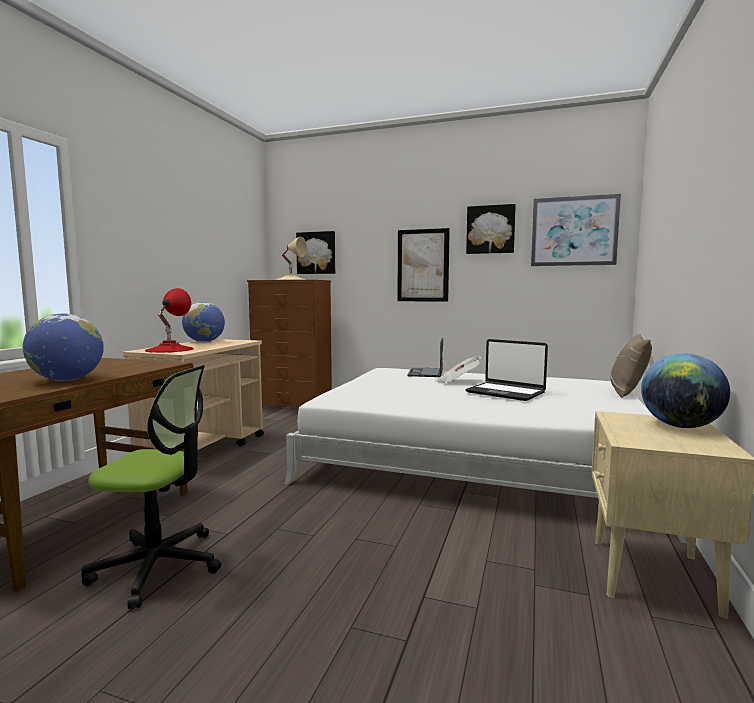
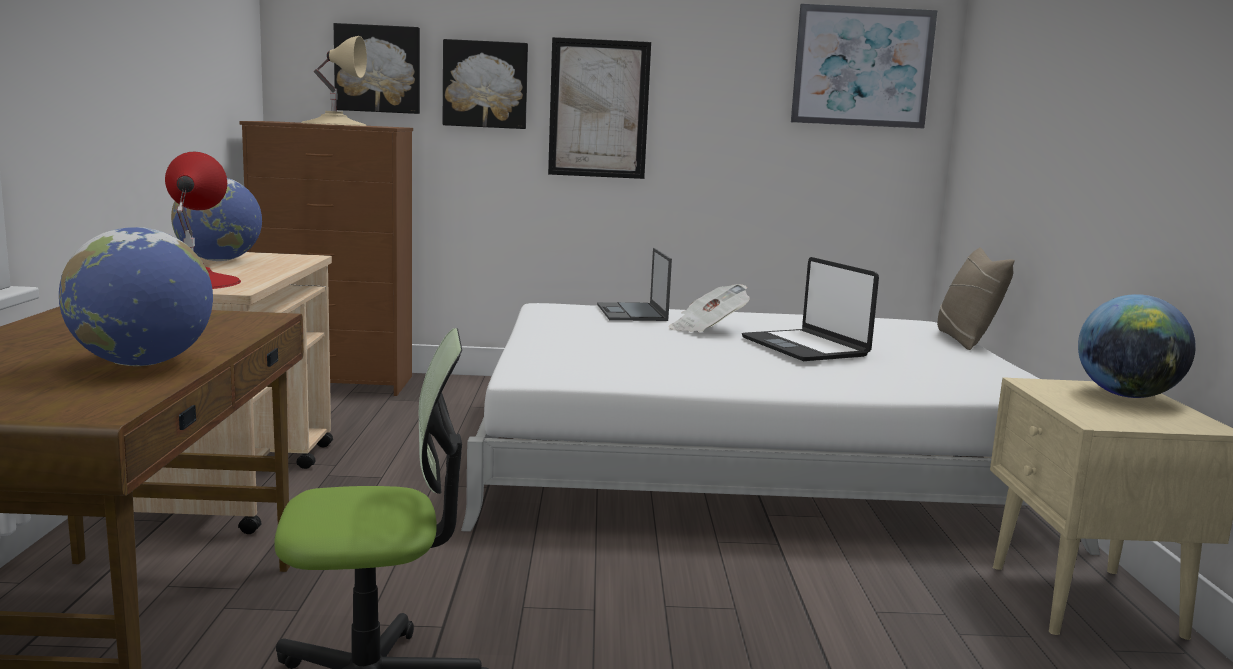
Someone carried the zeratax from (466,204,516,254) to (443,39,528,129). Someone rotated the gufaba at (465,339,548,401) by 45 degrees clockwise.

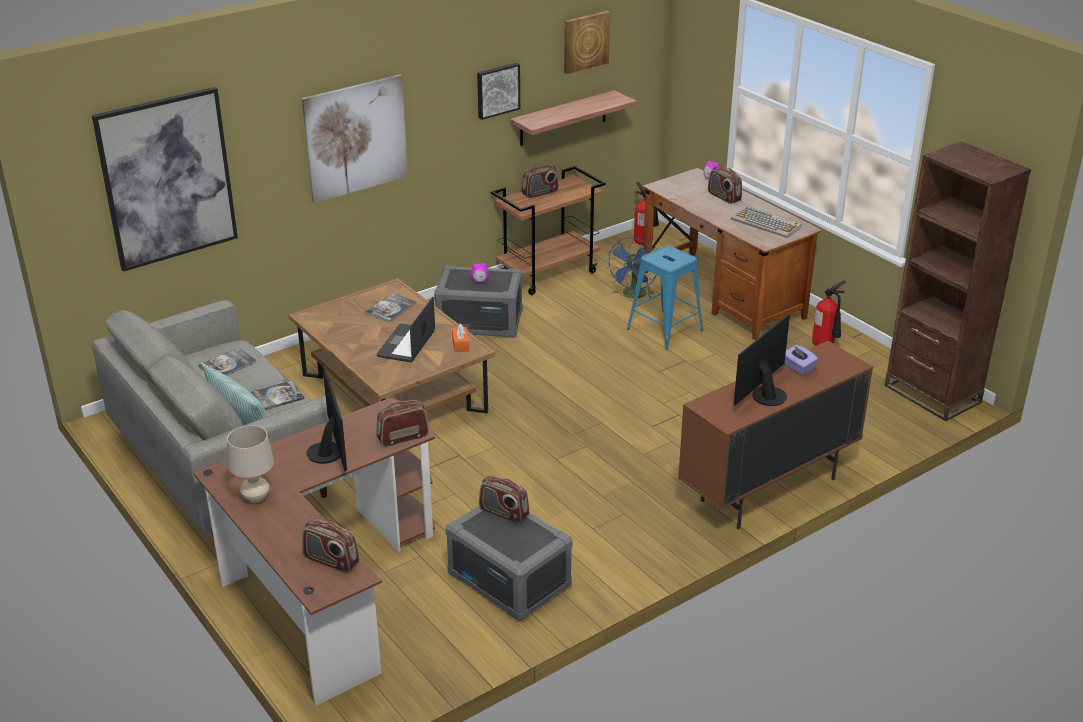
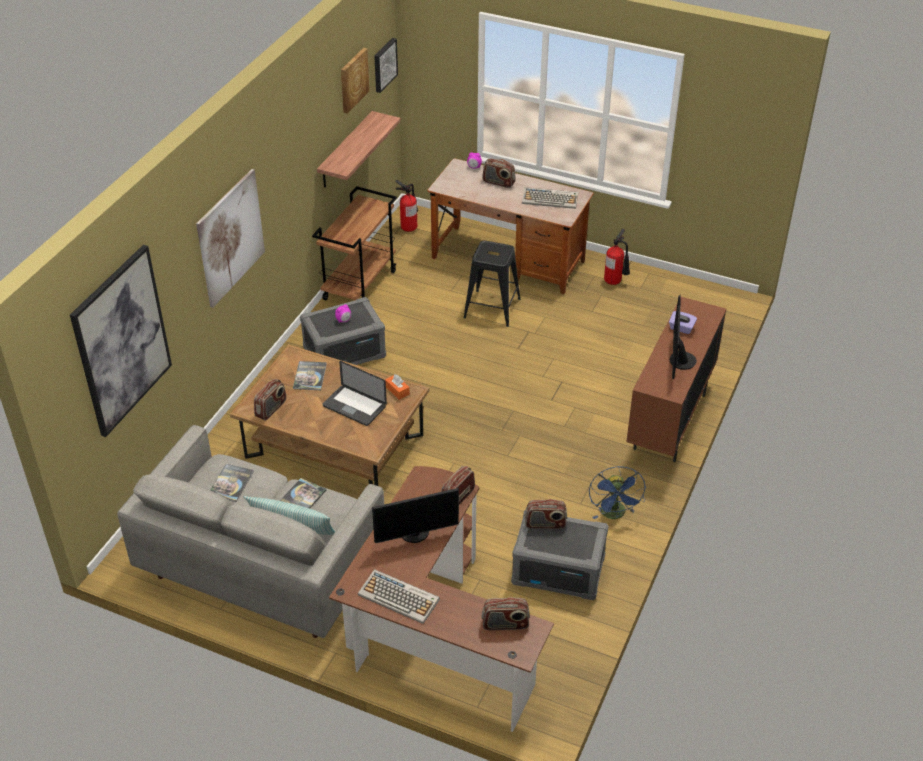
Someone took away the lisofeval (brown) at (884,142,1031,421). Someone carried the zeratax from (477,63,520,120) to (374,38,398,93). Someone carried the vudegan from (521,163,559,198) to (254,379,286,420). Someone carried the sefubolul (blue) from (607,237,657,298) to (589,466,646,519). Someone swapped the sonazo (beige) at (227,425,274,503) for the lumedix at (358,569,440,624). Someone repainted the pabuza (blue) at (627,245,703,350), which became the pabuza (black) at (463,241,520,327). Someone rotated the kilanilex at (306,365,347,471) by 120 degrees clockwise. Someone rotated the gufaba at (377,297,435,362) by 45 degrees counterclockwise.

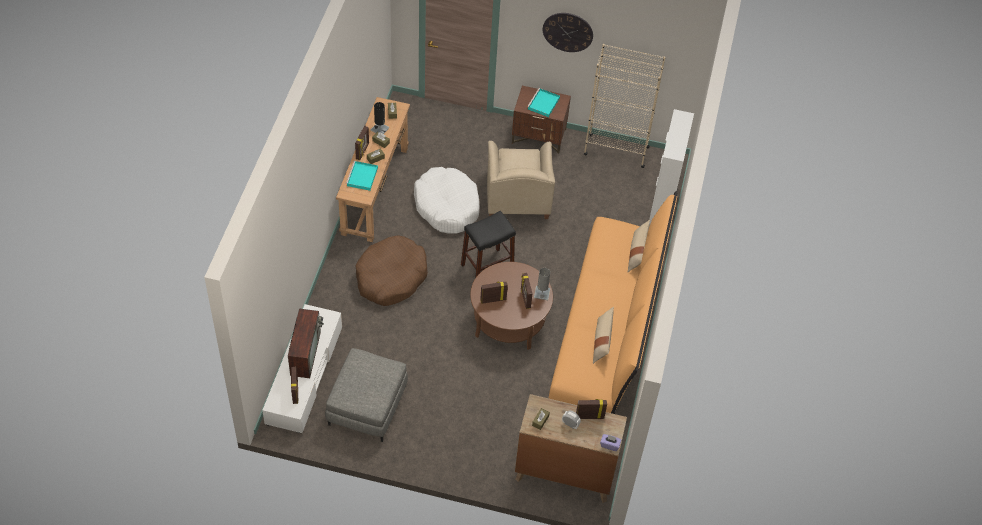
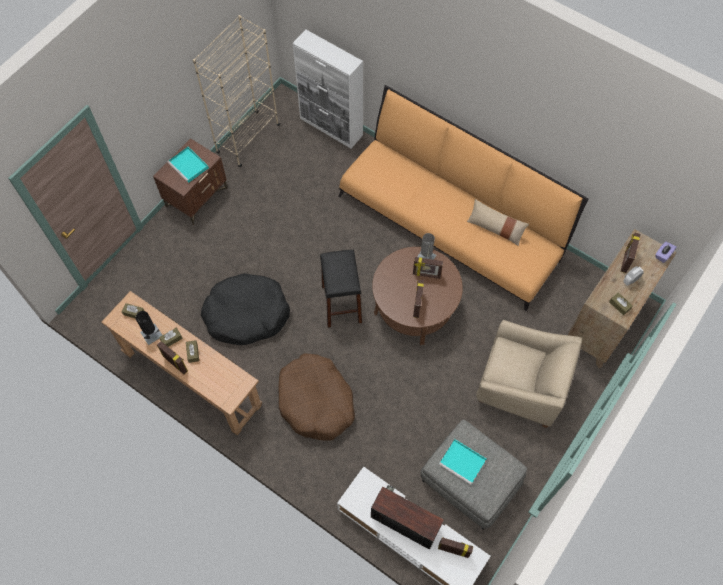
Someone took away the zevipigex at (543,13,593,52). Someone took away the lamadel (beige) at (628,220,650,272). Someone carried the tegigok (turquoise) from (346,161,378,191) to (439,439,487,485). Someone carried the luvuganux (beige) from (487,141,555,219) to (476,320,582,428). Someone repainted the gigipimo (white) at (414,167,480,234), which became the gigipimo (black) at (201,273,290,345).

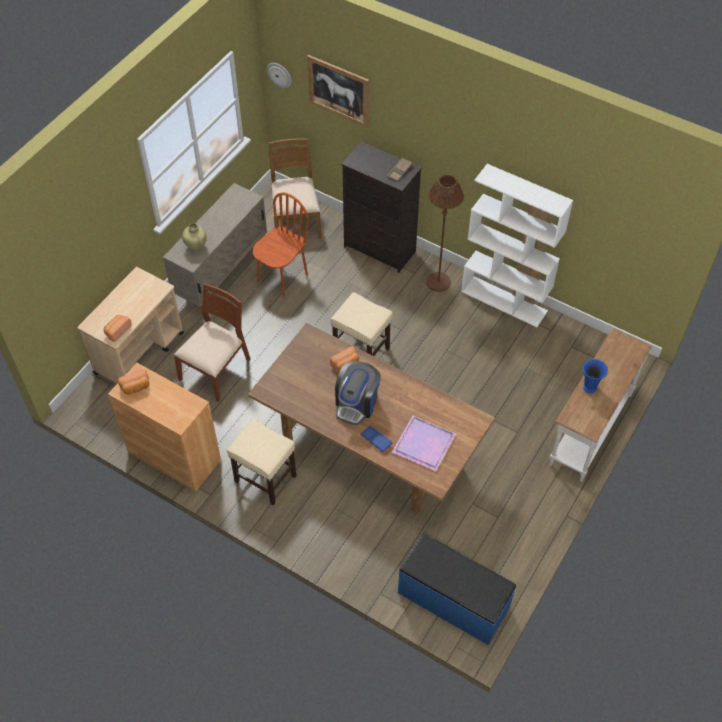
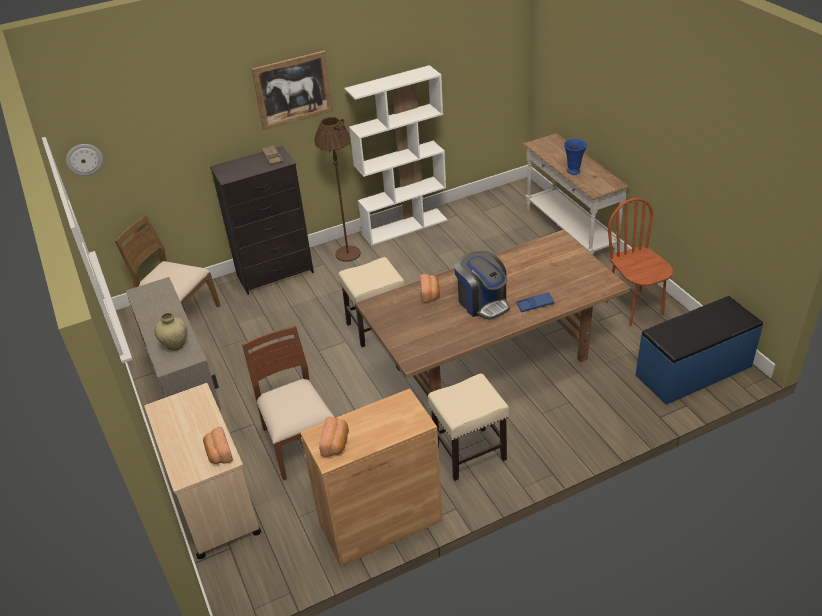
Someone took away the tegigok (purple) at (392,416,456,471). Someone carried the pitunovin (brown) from (253,192,309,297) to (605,198,673,326). Someone carried the zeratax from (307,55,369,128) to (252,51,333,130).

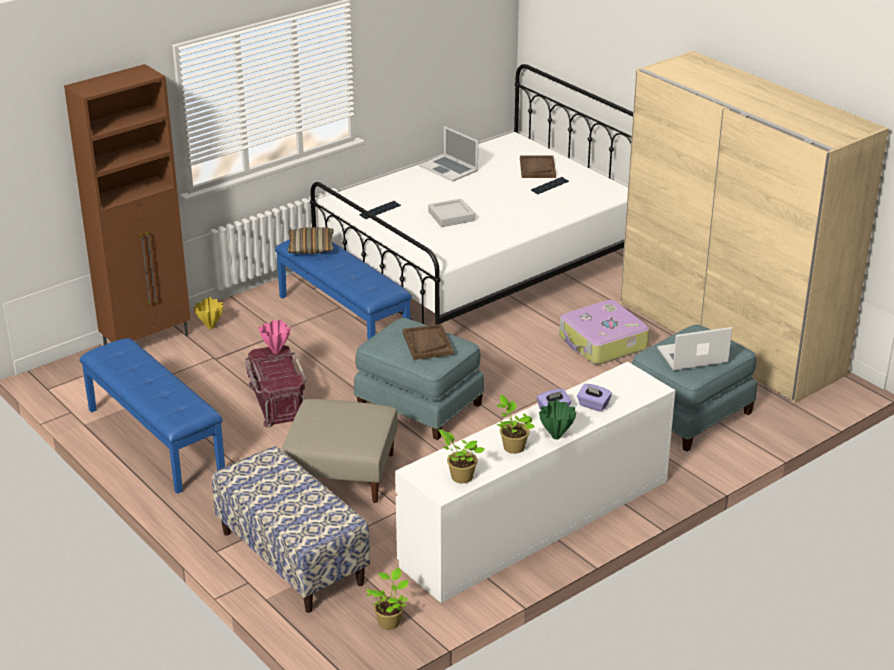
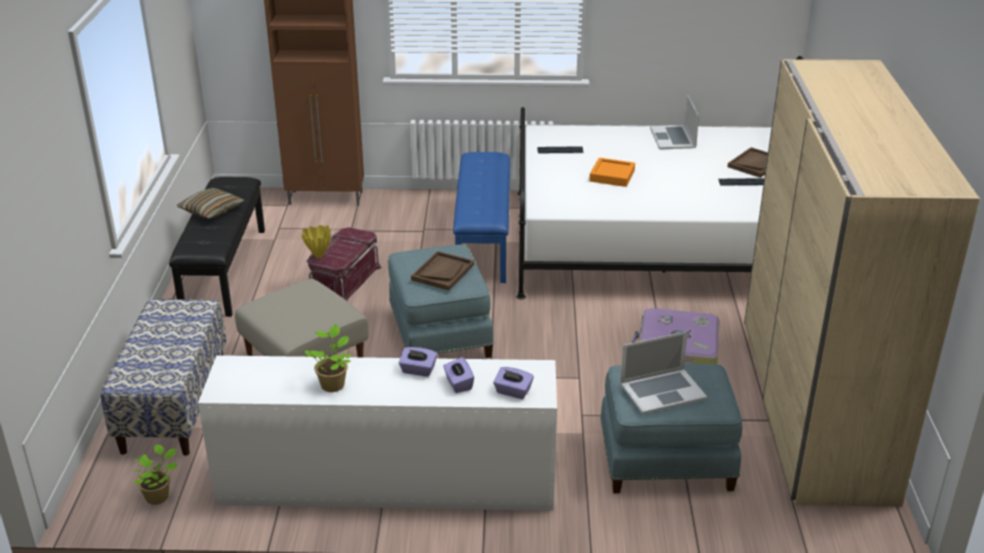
Someone took away the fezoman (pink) at (258,319,290,354). Someone took away the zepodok at (438,429,485,483). Someone took away the fezoman (green) at (539,399,576,440). Someone put down the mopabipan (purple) at (493,367,534,399). Someone carried the fezoman (yellow) from (194,297,223,329) to (301,225,331,258). Someone carried the lamadel from (287,227,334,254) to (177,188,245,219). Someone repainted the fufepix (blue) at (79,338,225,494), which became the fufepix (black) at (169,177,265,317). Someone repainted the tegigok (grey) at (428,198,475,227), which became the tegigok (orange) at (589,158,635,187). Someone rotated the gufaba at (657,327,732,370) by 135 degrees clockwise.

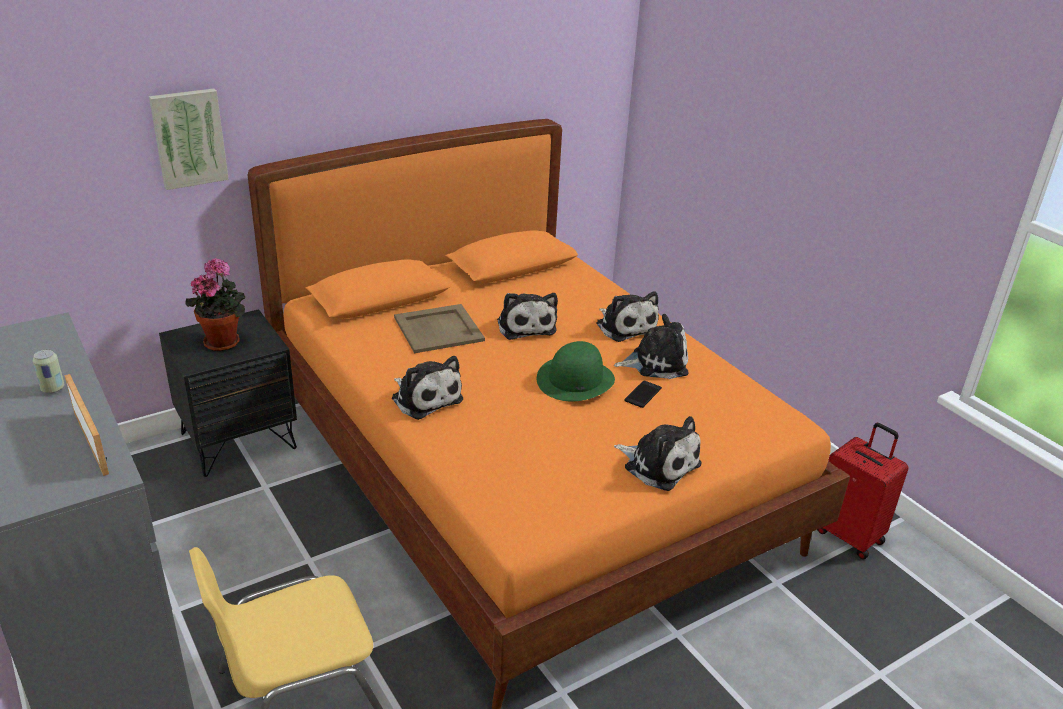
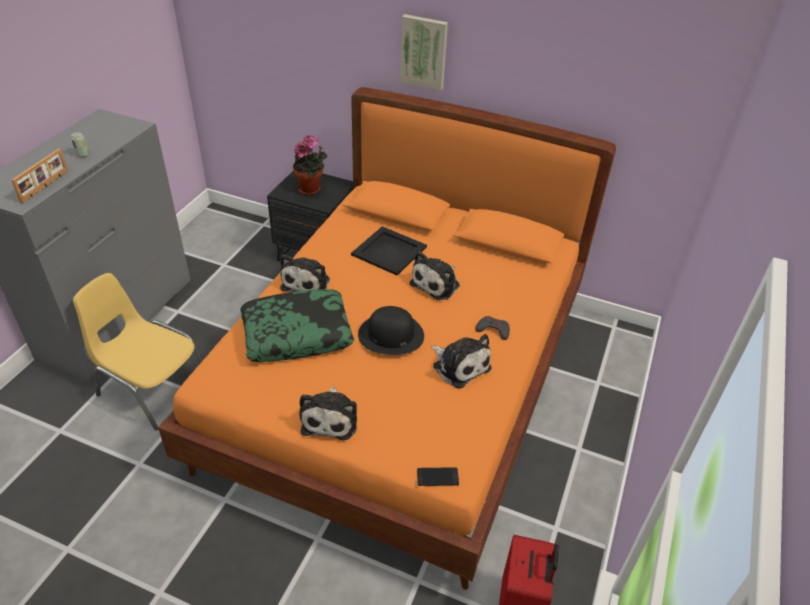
Someone put down the lamadel at (240,289,354,362). Someone carried the zeratax from (149,88,229,190) to (400,14,448,91). Someone carried the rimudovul from (624,381,662,408) to (417,467,459,486). Someone swapped the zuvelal at (596,291,659,342) for the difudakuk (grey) at (476,316,510,340). Someone repainted the tegigok (beige) at (394,304,485,353), which became the tegigok (black) at (351,226,427,275). Someone repainted the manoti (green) at (537,341,615,402), which became the manoti (black) at (358,306,424,355).

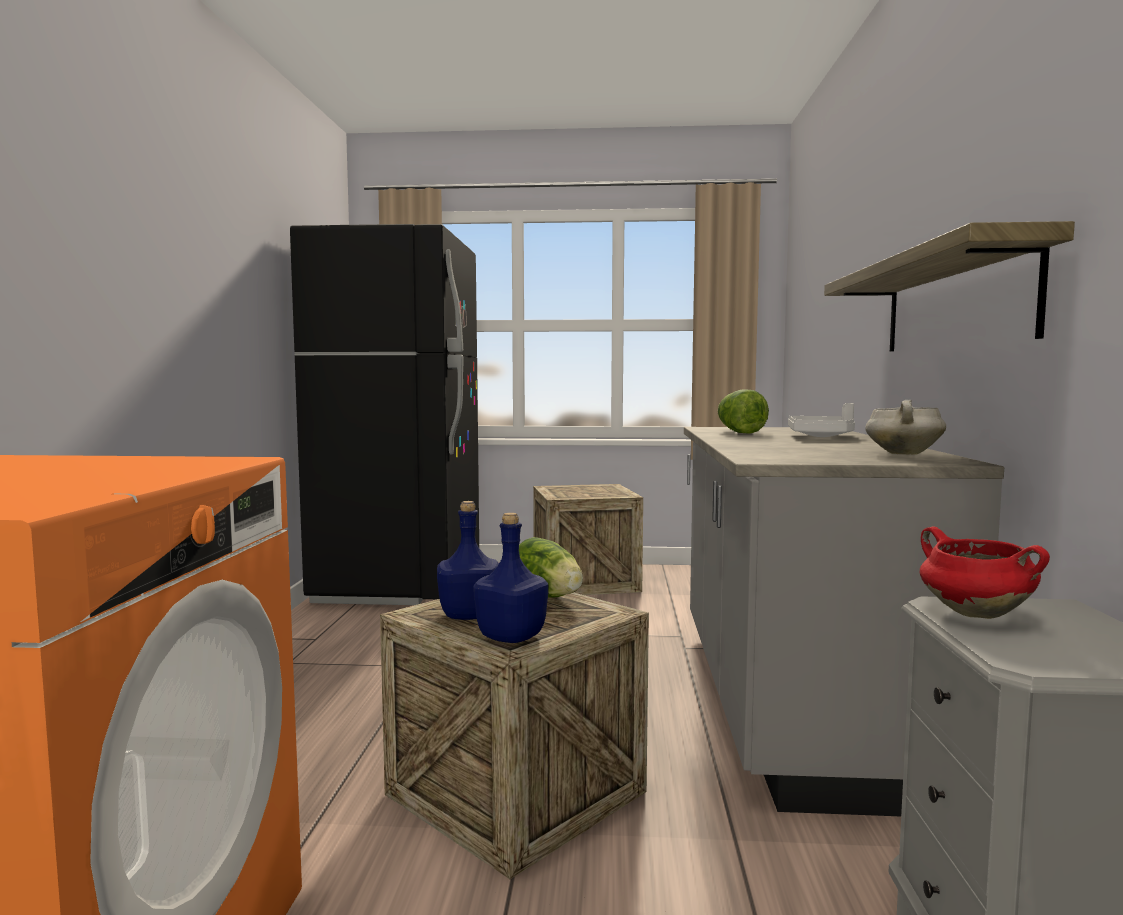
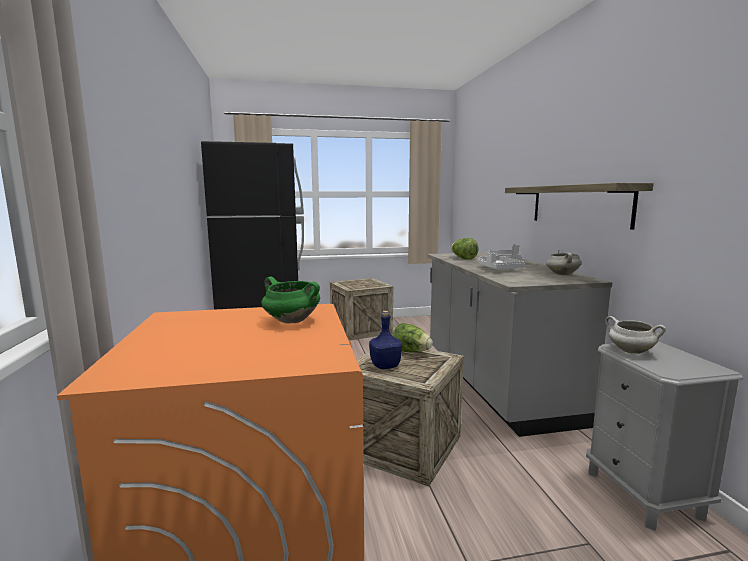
Someone took away the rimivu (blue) at (473,512,548,643). Someone put down the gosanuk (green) at (261,276,320,324). Someone put down the tegigok (grey) at (478,253,525,270). Someone repainted the gosanuk (red) at (920,527,1050,619), which became the gosanuk (white) at (605,316,666,354).

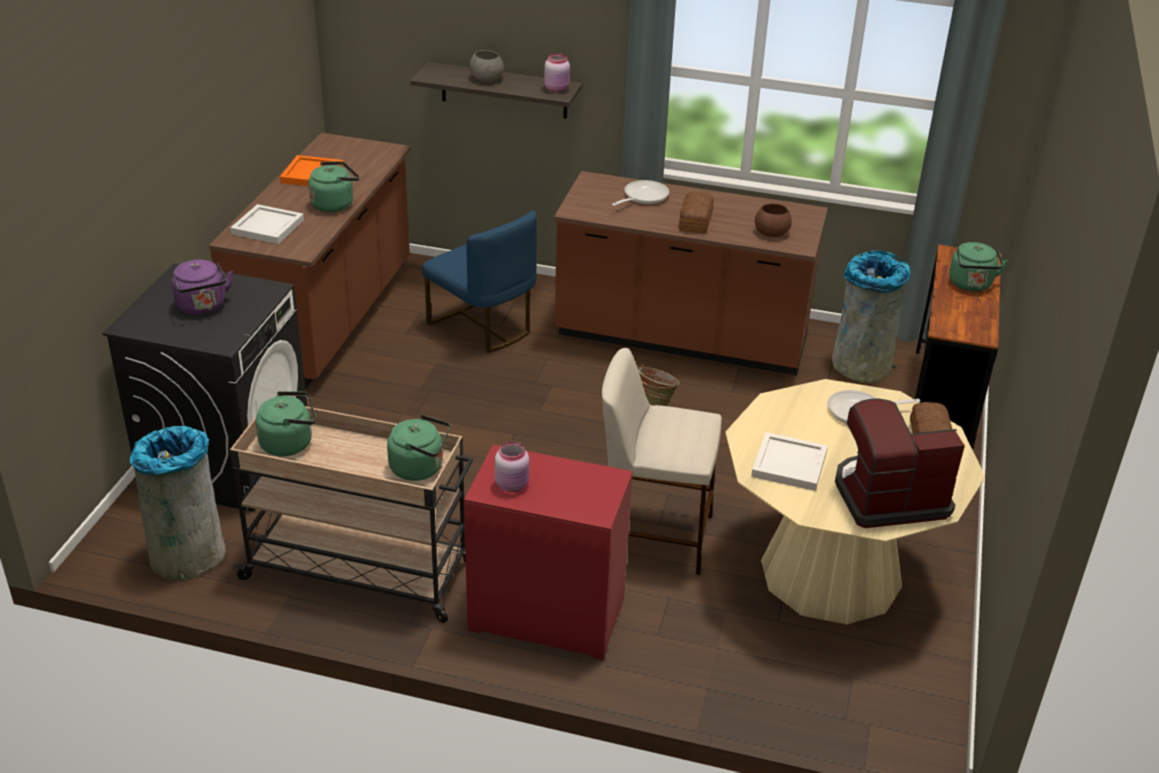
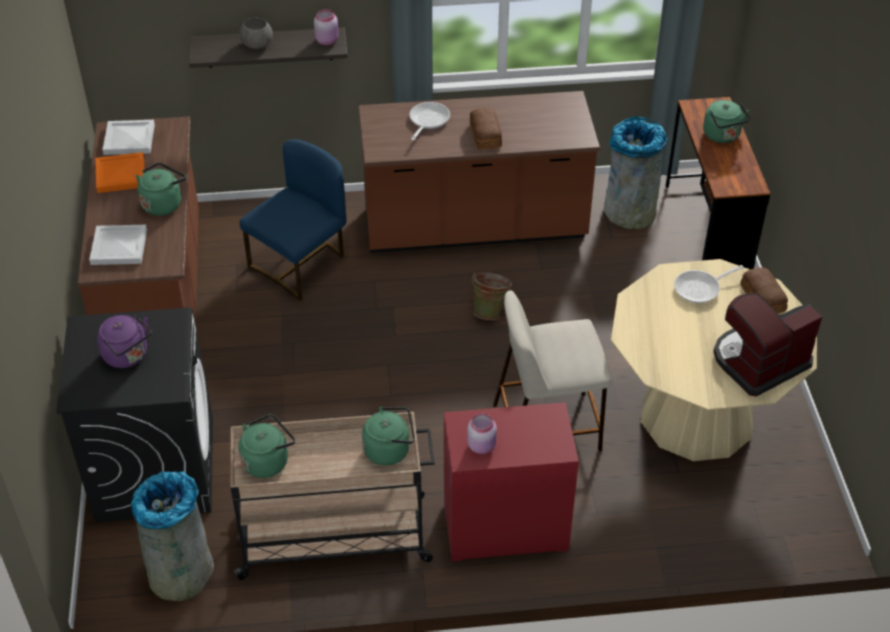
Someone took away the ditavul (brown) at (755,204,792,237). Someone carried the tegigok (white) from (751,432,828,491) to (102,120,155,155). Someone rotated the pitunovin (blue) at (422,211,537,353) by 75 degrees counterclockwise.

